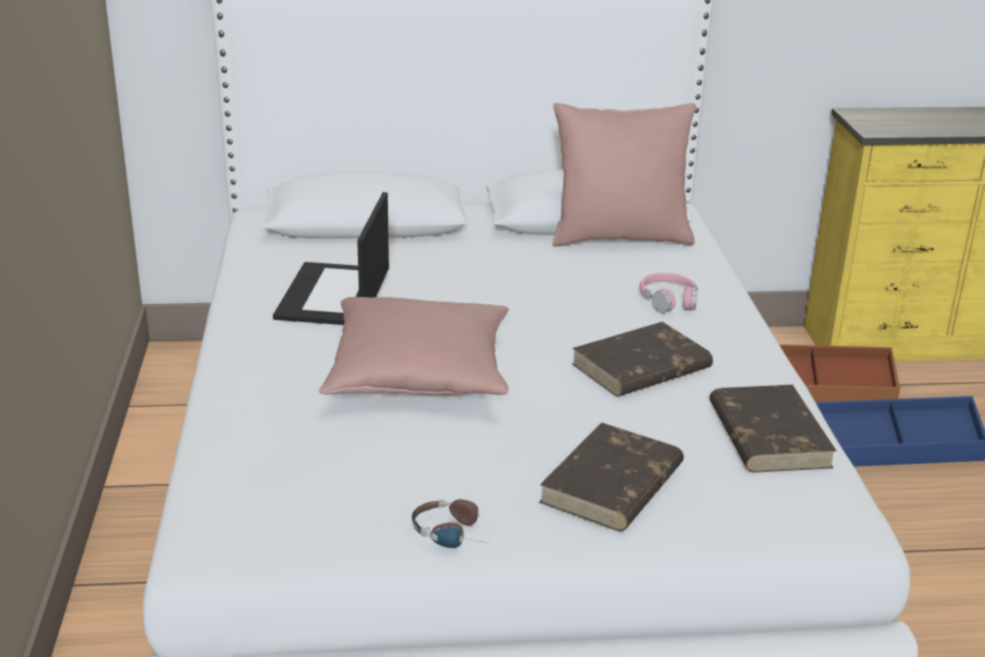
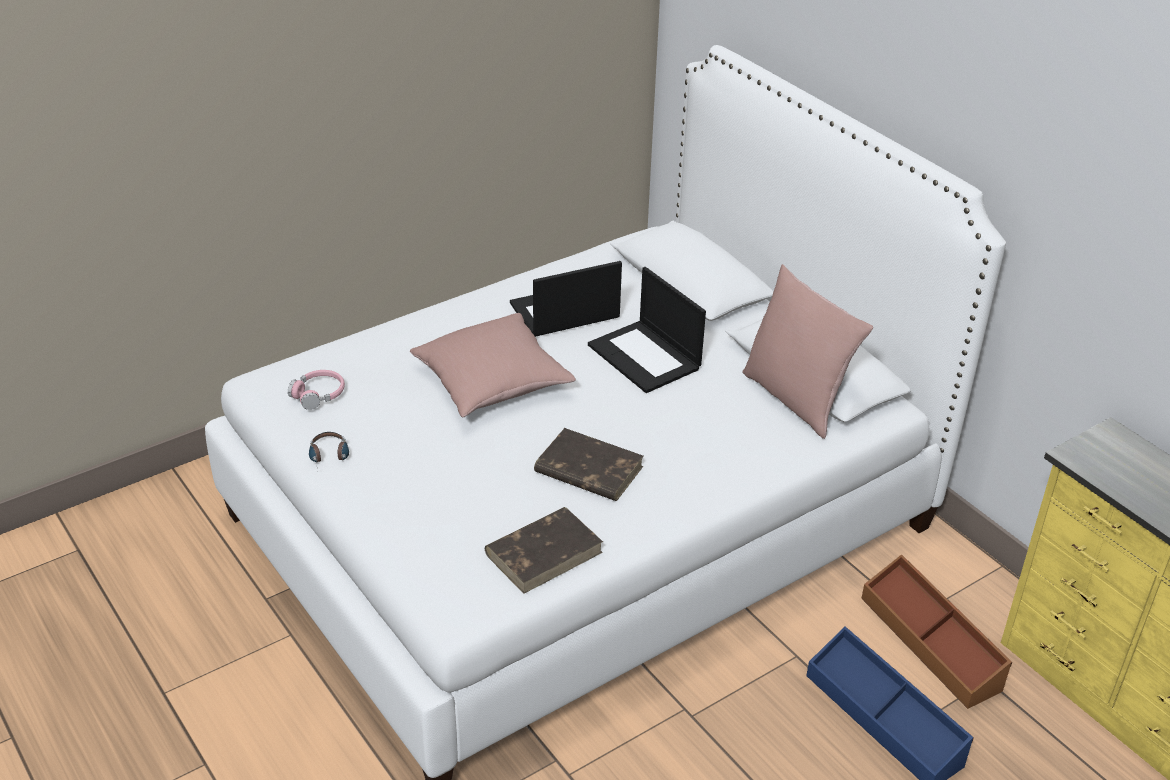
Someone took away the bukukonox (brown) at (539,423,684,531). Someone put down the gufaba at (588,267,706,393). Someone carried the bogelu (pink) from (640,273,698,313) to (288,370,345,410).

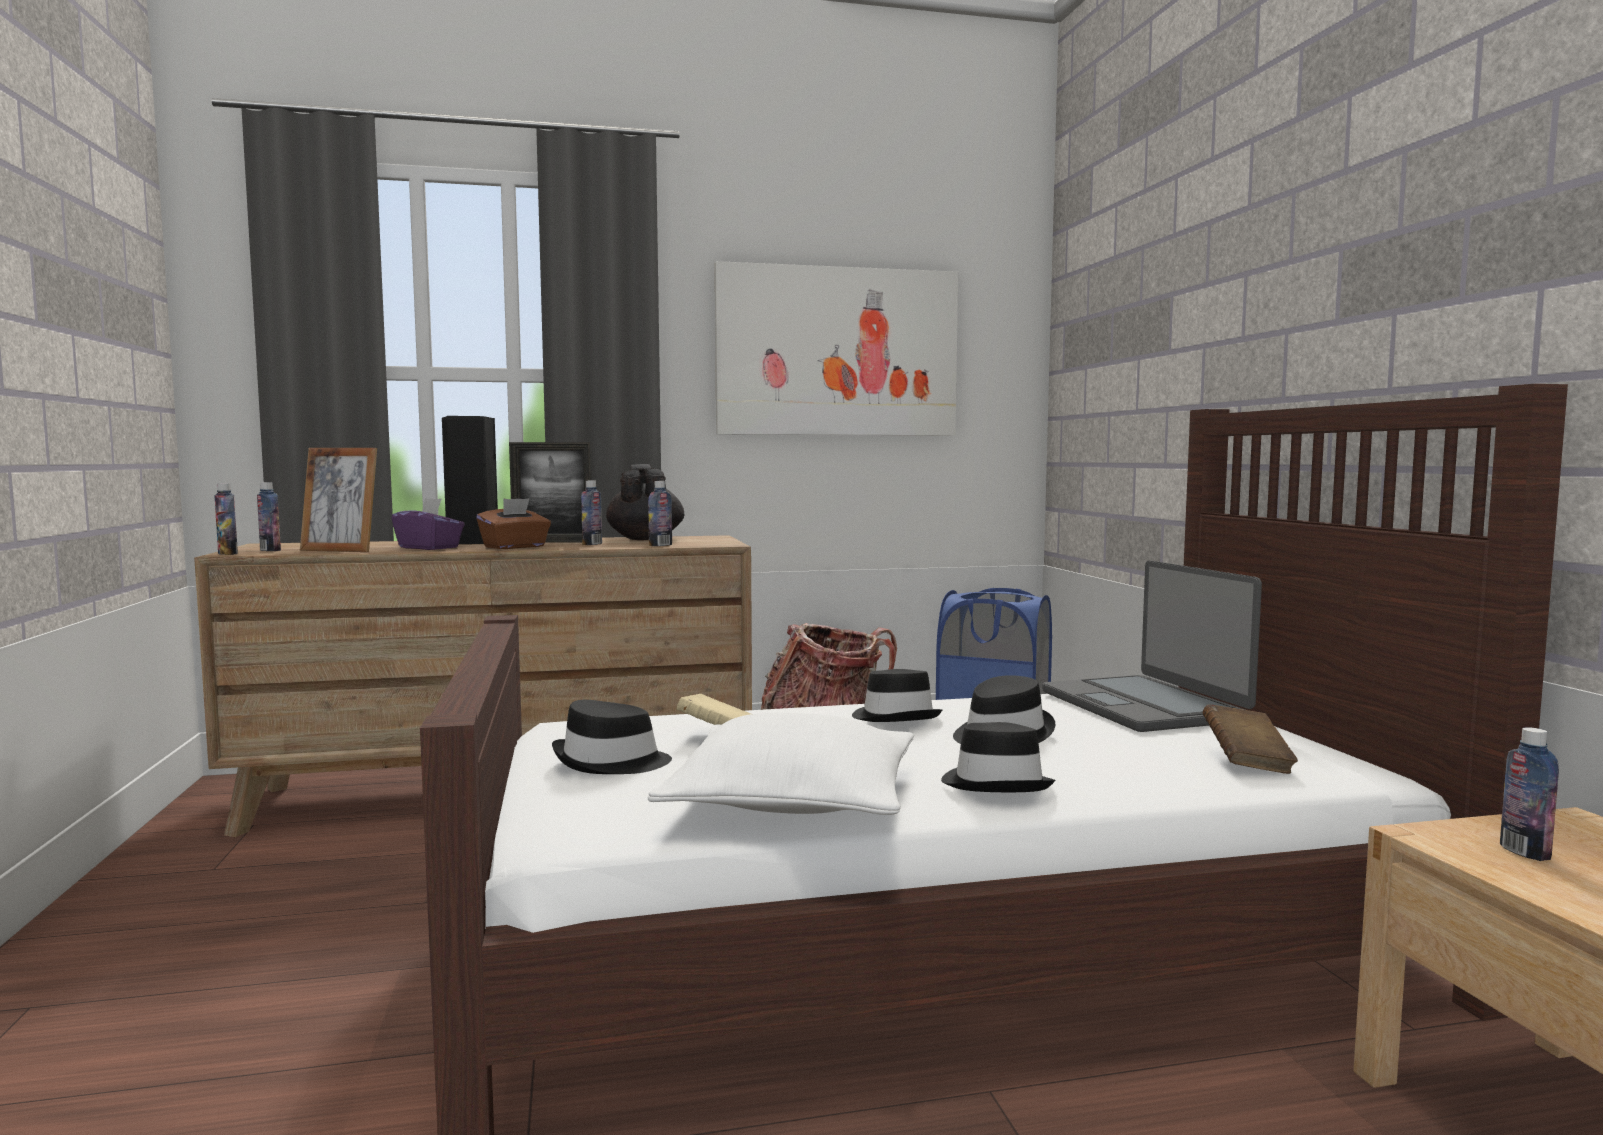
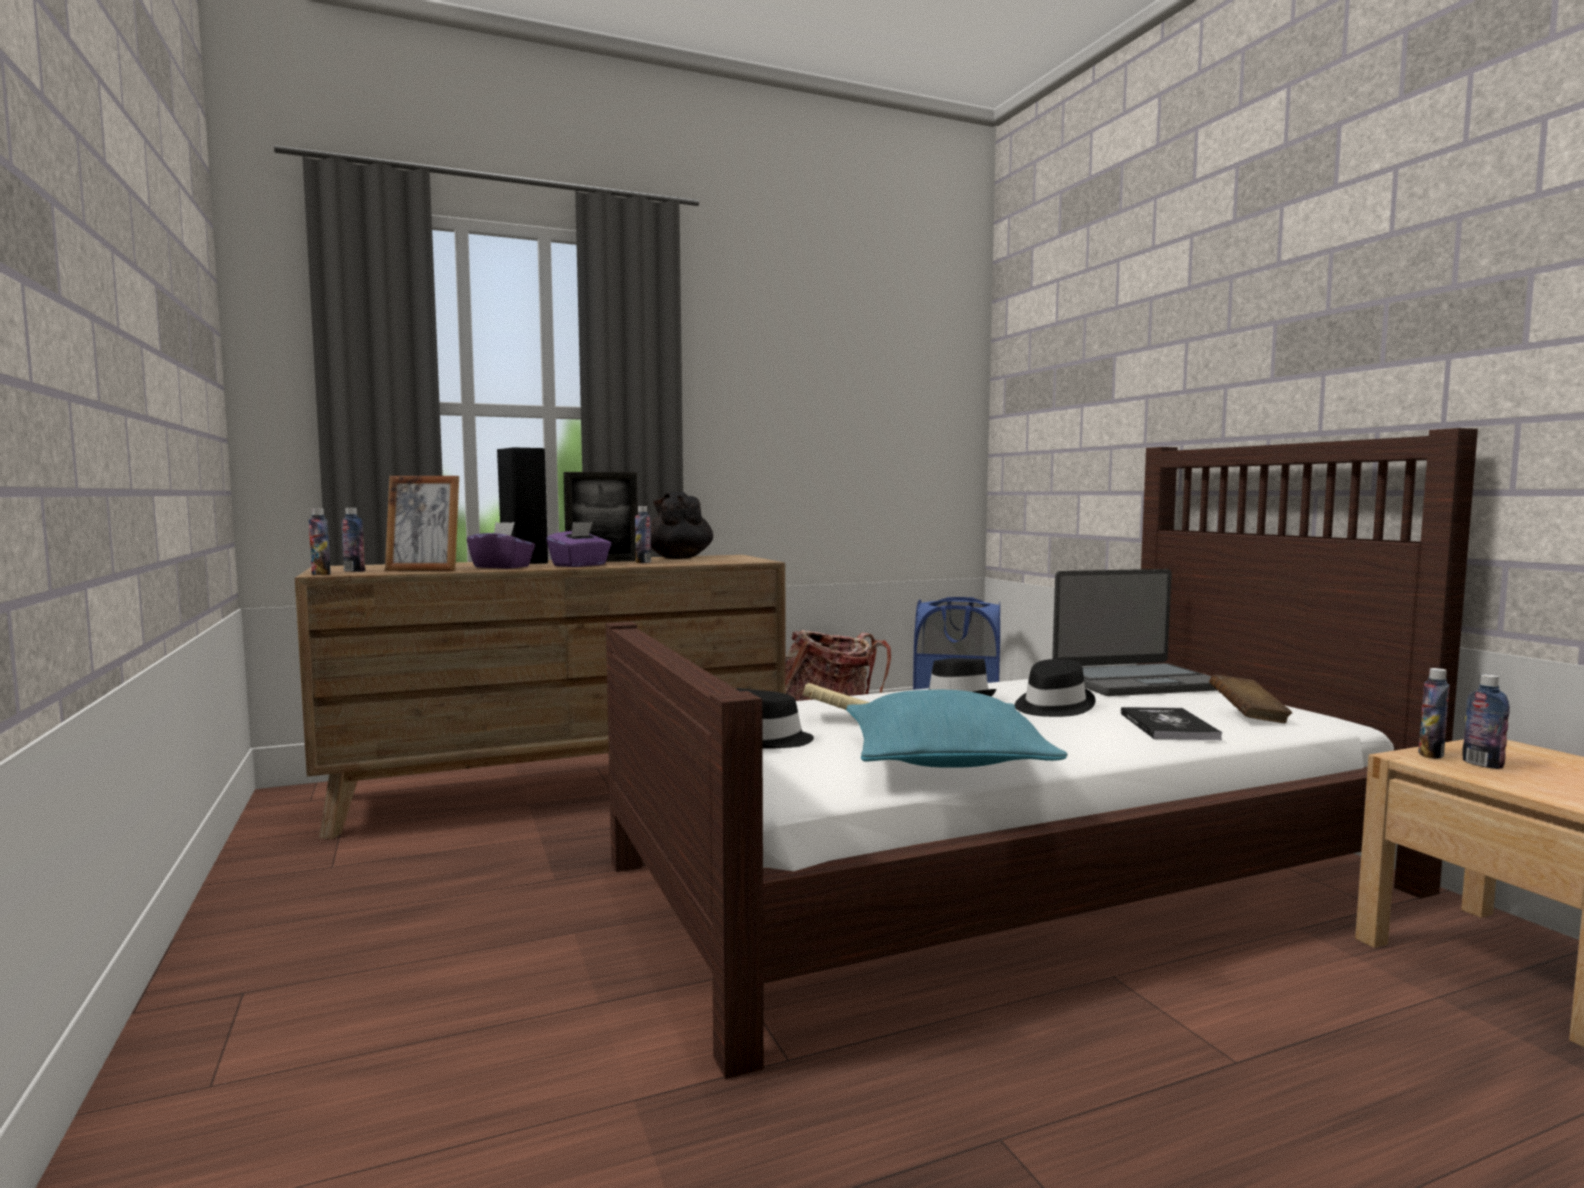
Someone took away the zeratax at (715,261,958,435). Someone took away the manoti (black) at (941,722,1055,792). Someone put down the bukukonox at (1121,707,1222,740). Someone carried the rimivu from (648,481,672,546) to (1418,668,1450,759). Someone repainted the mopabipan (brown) at (476,498,551,549), which became the mopabipan (purple) at (546,522,611,567). Someone repainted the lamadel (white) at (648,713,914,815), which became the lamadel (turquoise) at (846,690,1068,768). Someone rotated the gufaba at (1042,560,1262,732) by 75 degrees counterclockwise.

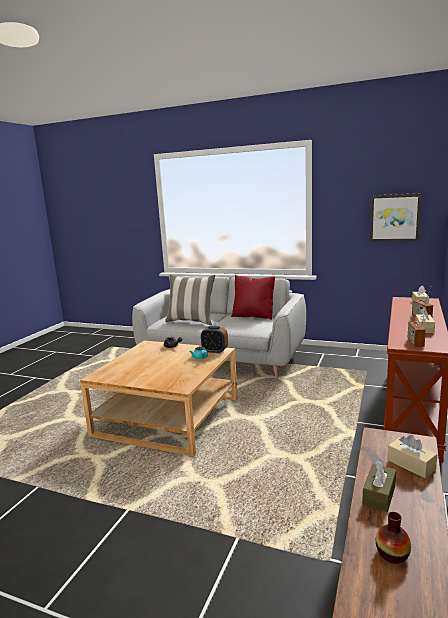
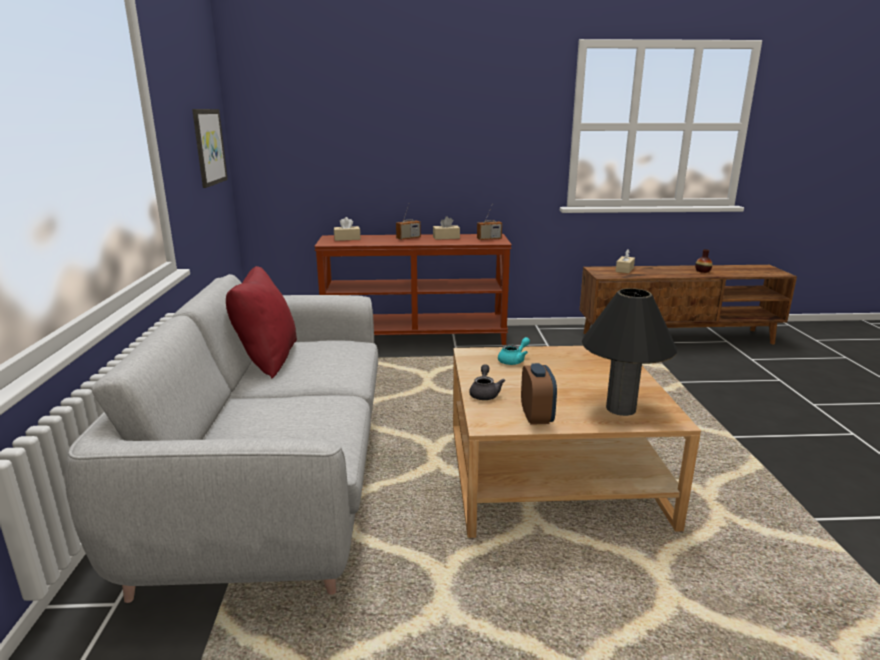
Someone took away the lamadel at (165,274,215,325). Someone took away the mopabipan (brown) at (362,461,396,512). Someone put down the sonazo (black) at (582,288,677,416). Someone carried the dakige from (201,326,228,353) to (521,363,557,425).

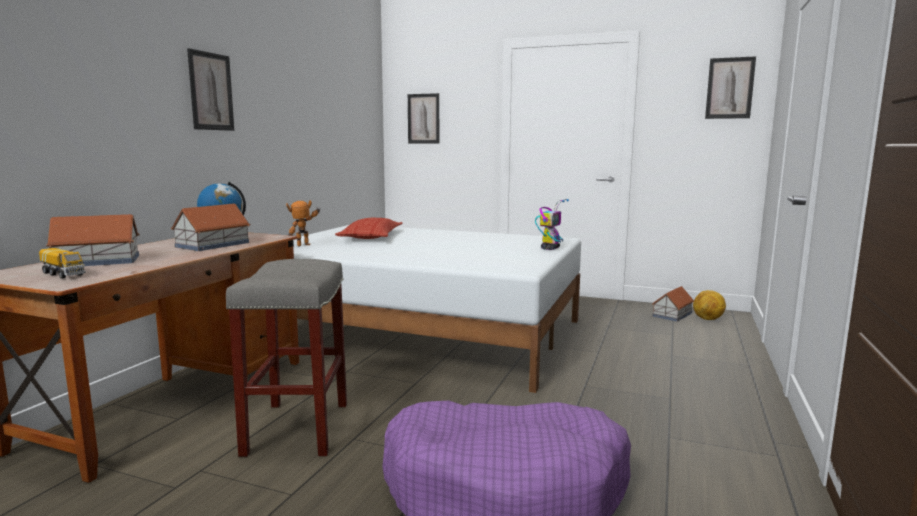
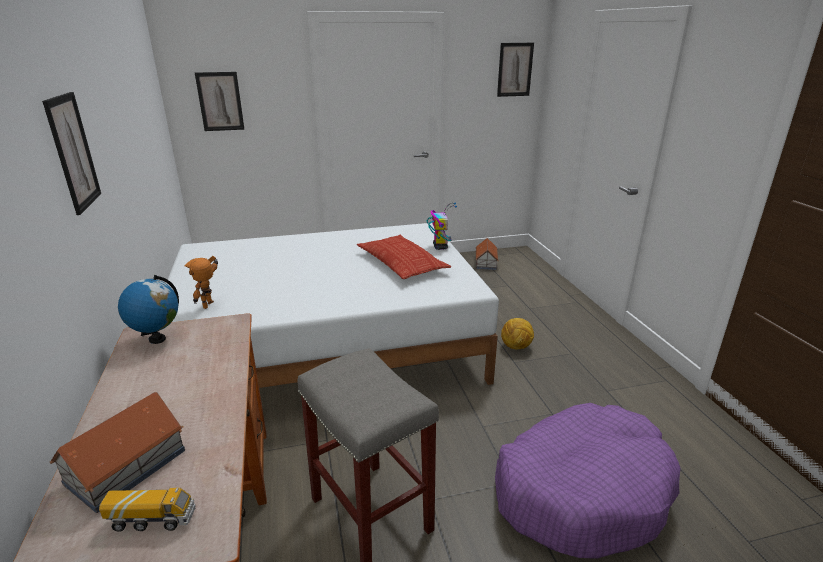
Someone took away the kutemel at (171,203,251,251). Someone carried the lamadel from (335,218,403,239) to (357,235,451,279). Someone carried the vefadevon from (693,290,726,320) to (501,318,534,350).

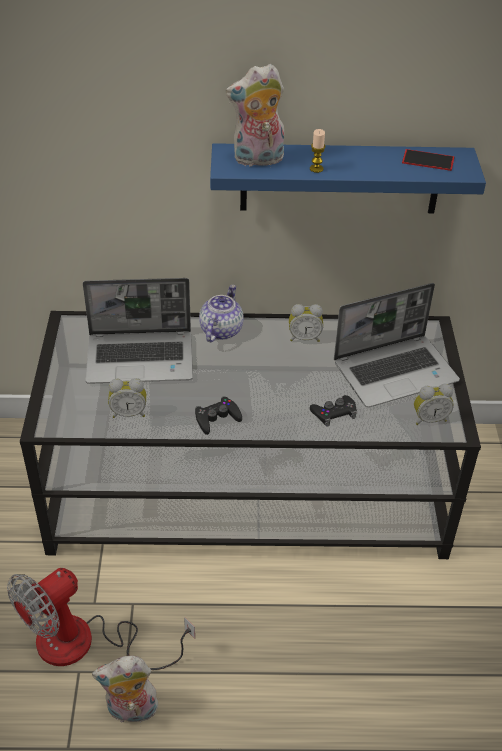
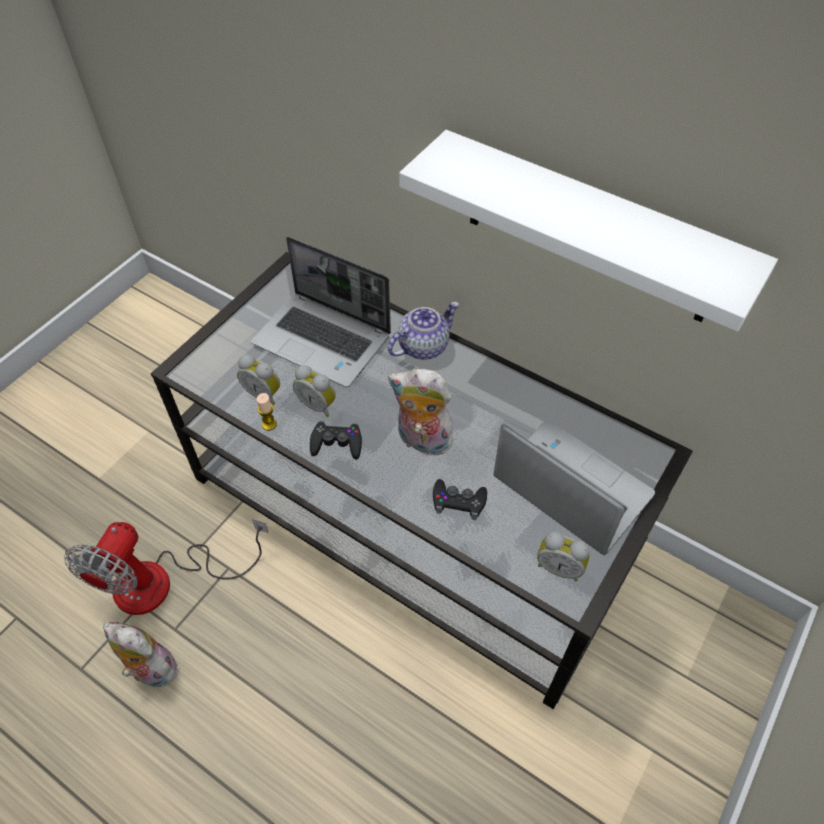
Someone took away the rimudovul at (402,149,454,171). Someone carried the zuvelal from (226,64,285,168) to (388,368,453,459). Someone carried the dakige from (289,304,323,342) to (293,365,336,417). Someone carried the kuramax from (310,129,325,173) to (257,393,277,431). Someone repainted the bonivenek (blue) at (210,143,486,213), which became the bonivenek (white) at (399,130,778,332). Someone rotated the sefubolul at (7,568,195,670) by 60 degrees counterclockwise. Someone rotated the gufaba at (334,283,460,407) by 150 degrees counterclockwise.

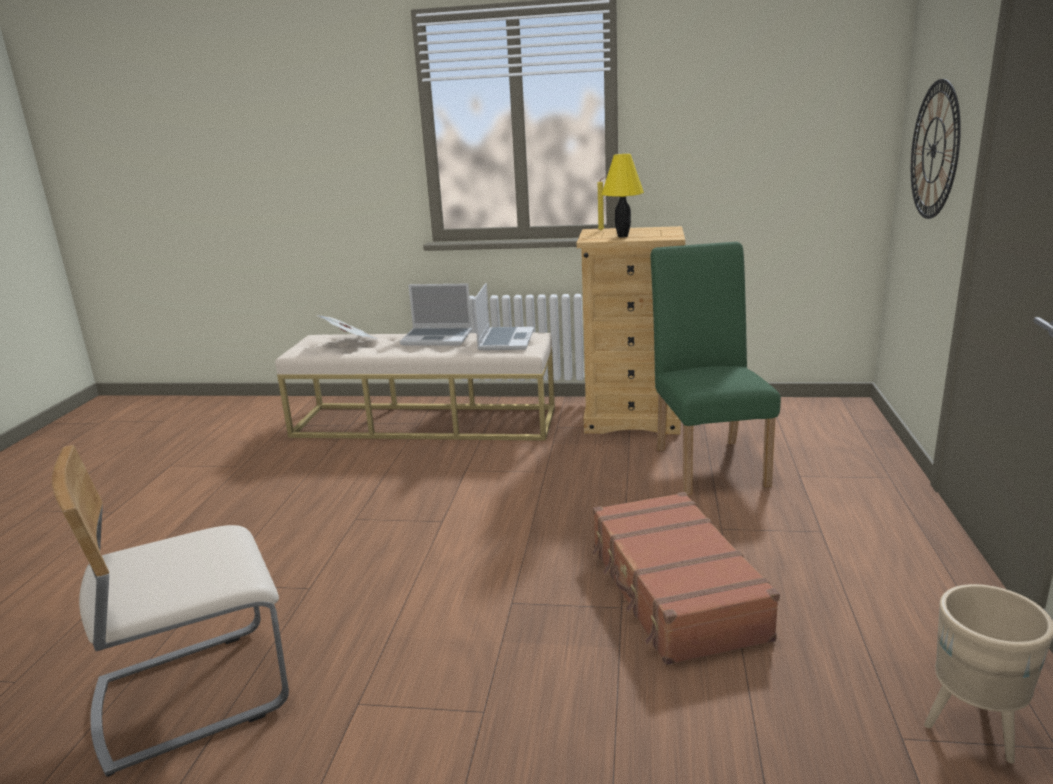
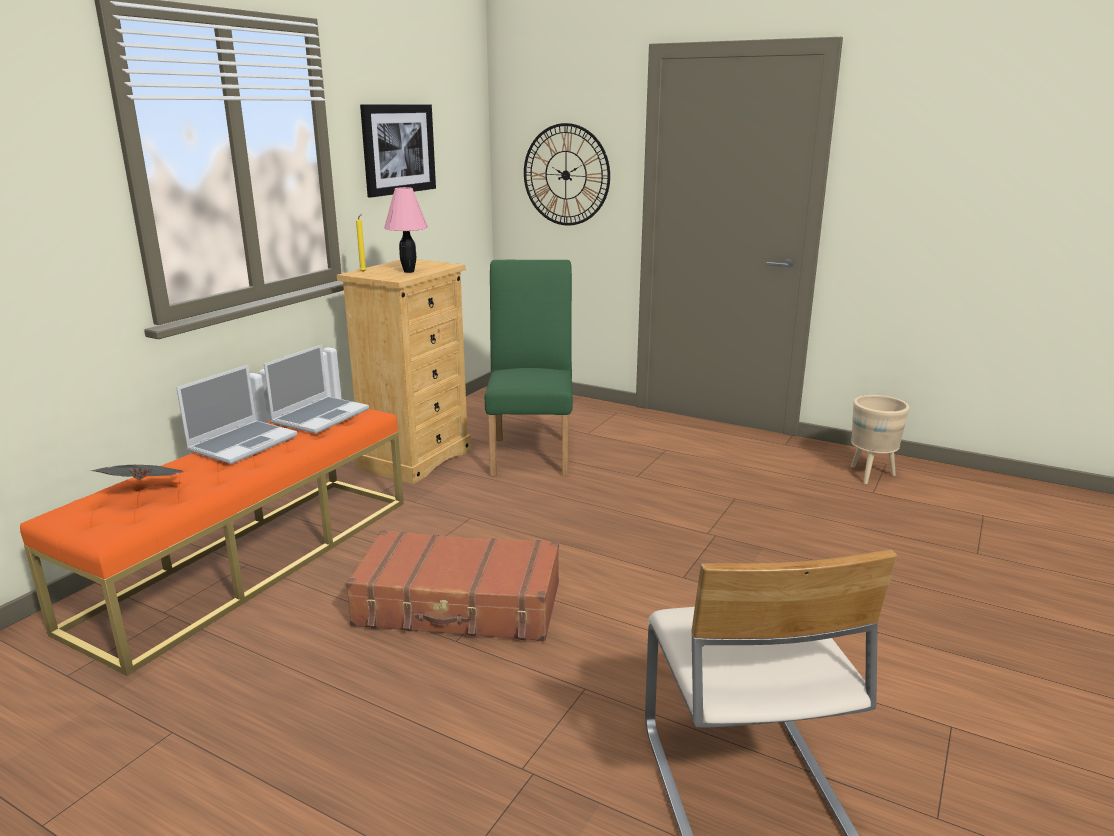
Someone put up the zeratax at (360,104,436,198). Someone carried the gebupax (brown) from (592,492,780,665) to (345,530,559,642). Someone repainted the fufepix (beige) at (275,333,555,441), which became the fufepix (orange) at (20,409,404,676). Someone repainted the sonazo (yellow) at (602,154,644,237), which became the sonazo (pink) at (384,187,428,273). Someone rotated the gufaba at (474,283,534,350) by 90 degrees clockwise. Someone rotated the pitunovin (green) at (650,242,781,495) by 75 degrees clockwise.

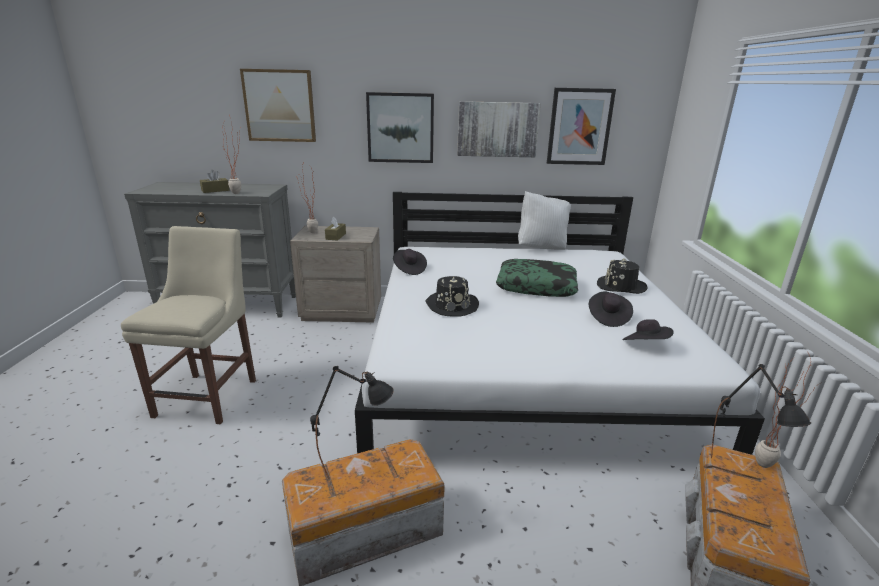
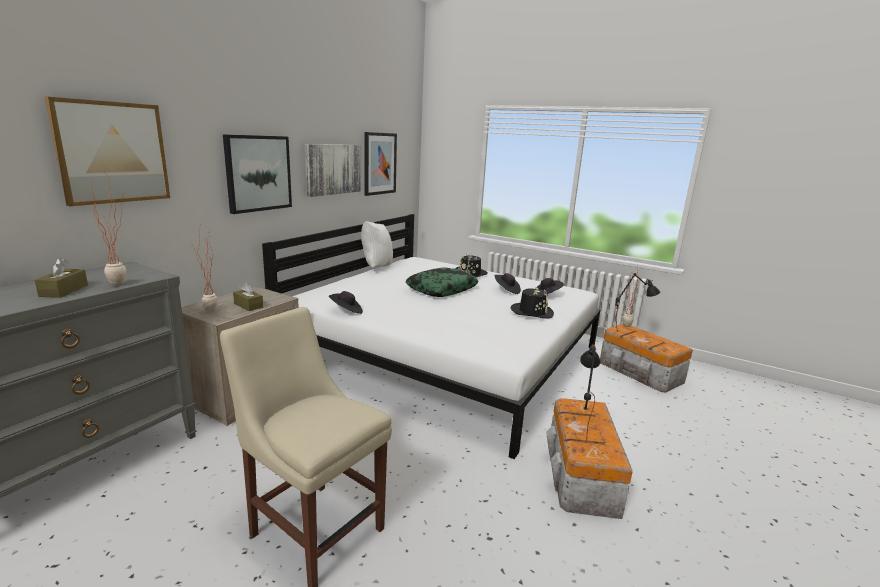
Someone carried the manoti (black) from (425,276,479,317) to (511,287,554,319).

